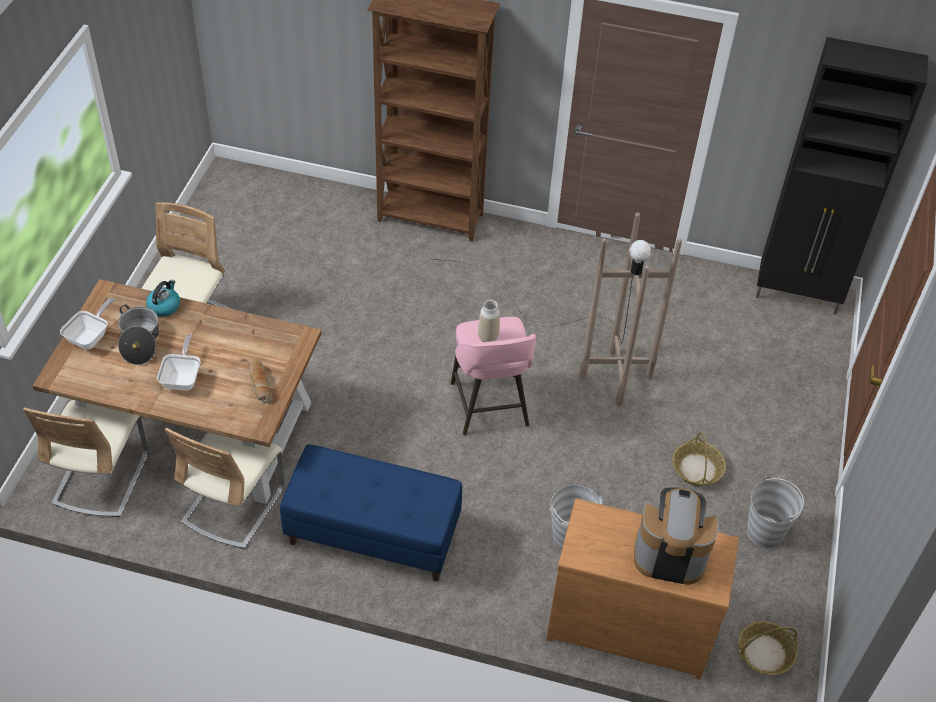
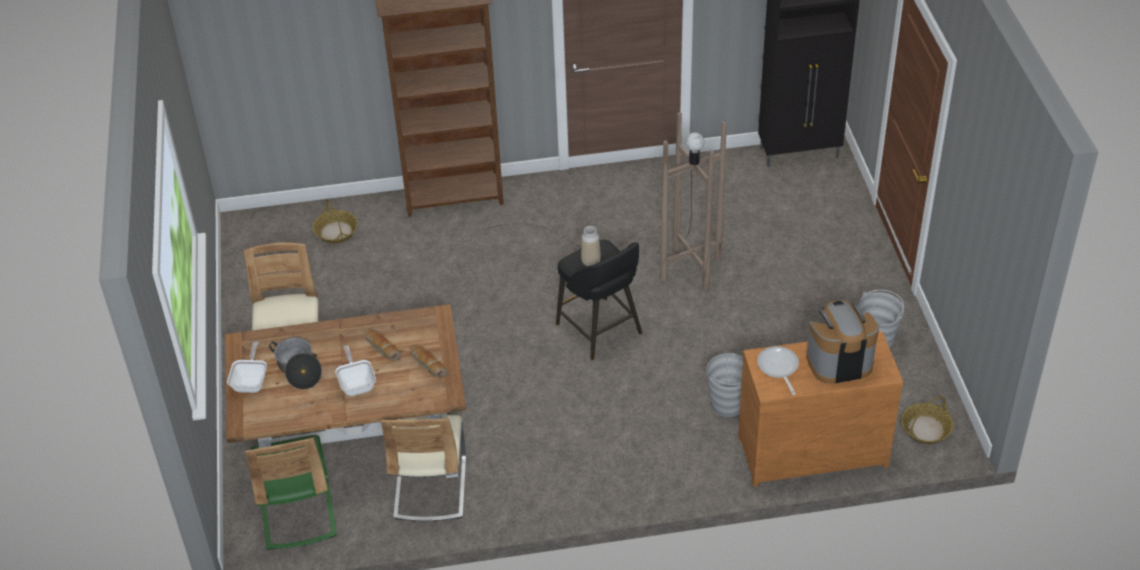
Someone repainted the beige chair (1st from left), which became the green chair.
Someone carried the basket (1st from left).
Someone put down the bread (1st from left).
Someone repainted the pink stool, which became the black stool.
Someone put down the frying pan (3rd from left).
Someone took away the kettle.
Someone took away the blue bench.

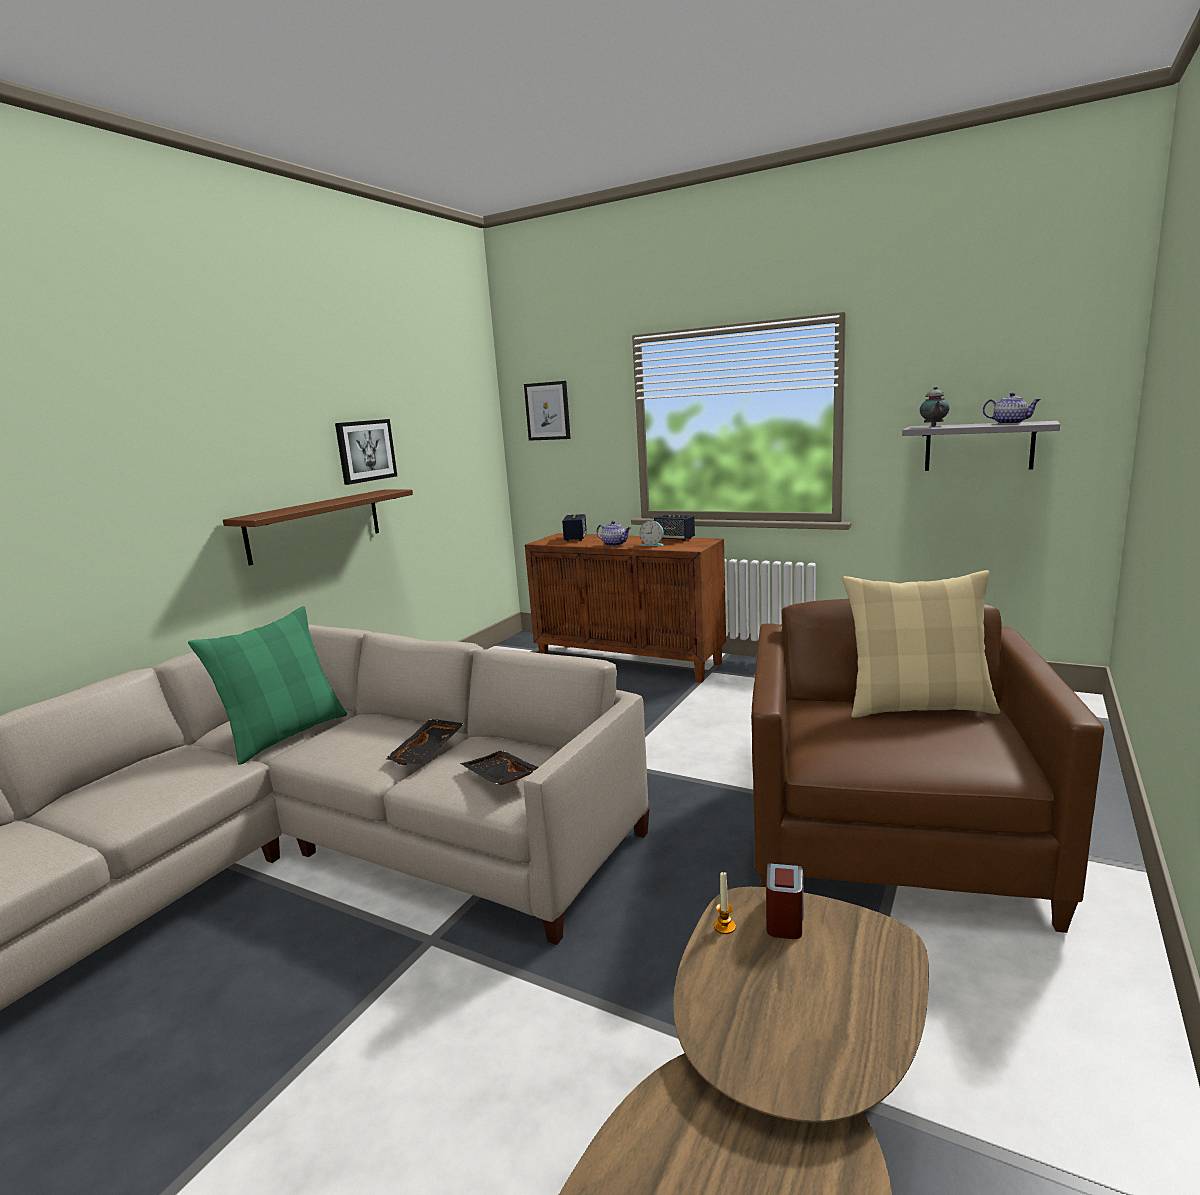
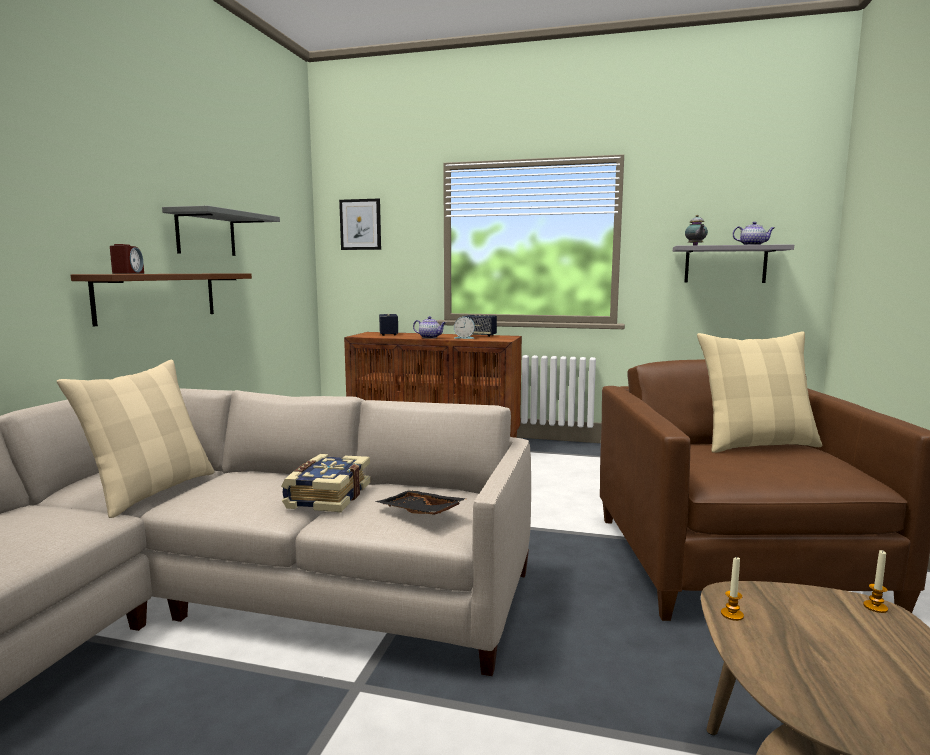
Someone repainted the green pillow, which became the beige pillow (1st from left).
Someone carried the alarm clock (2nd from left in the first image).
Someone swapped the picture (1st from left) for the grey shelf (1st from left).
Someone swapped the black tray (1st from left) for the book.
Someone put down the candle (2nd from left).

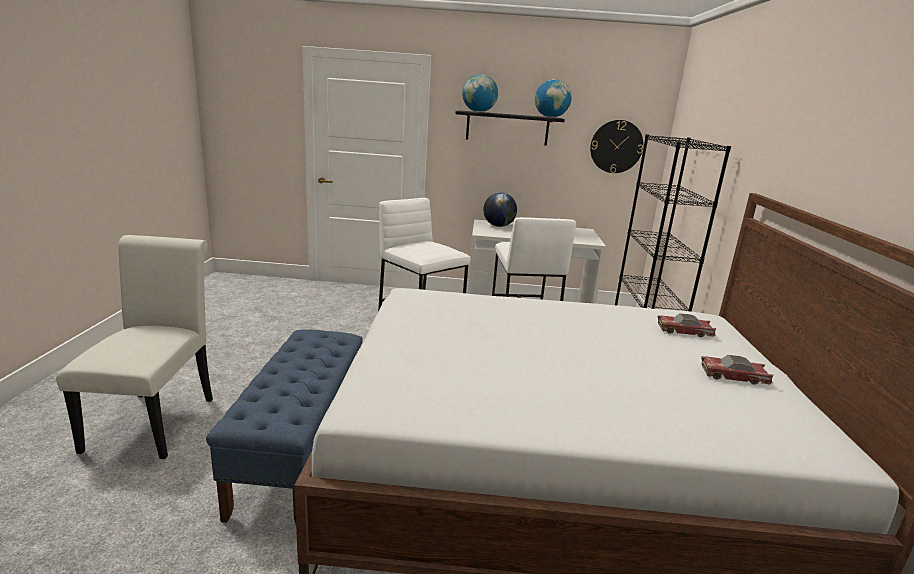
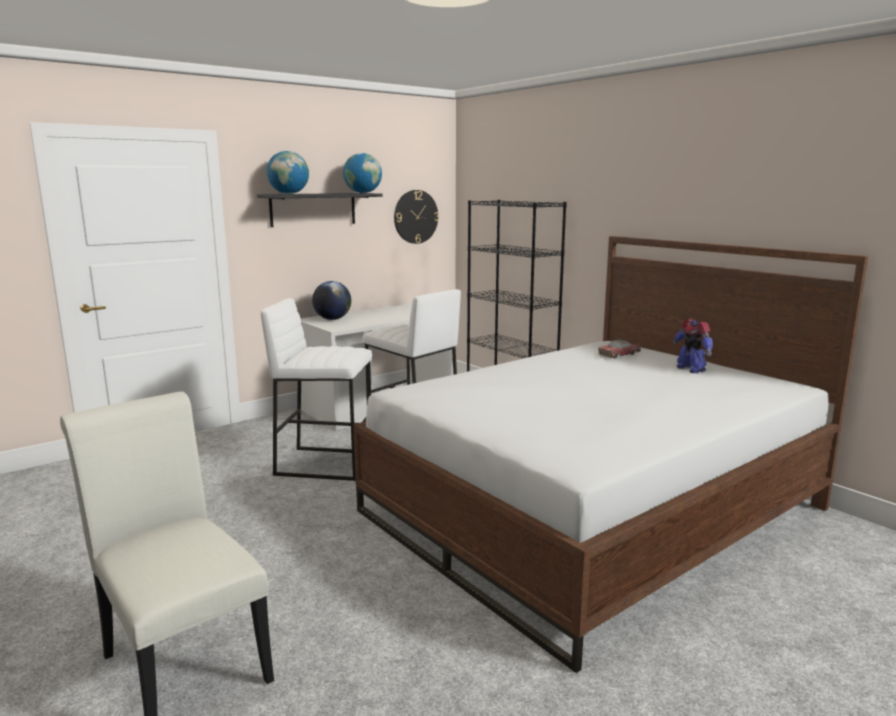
Someone swapped the toy car (2nd from left) for the toy robot.
Someone took away the blue bench.

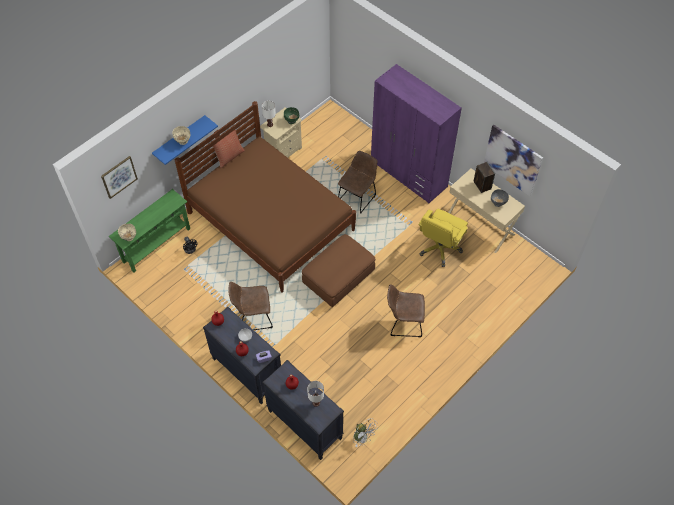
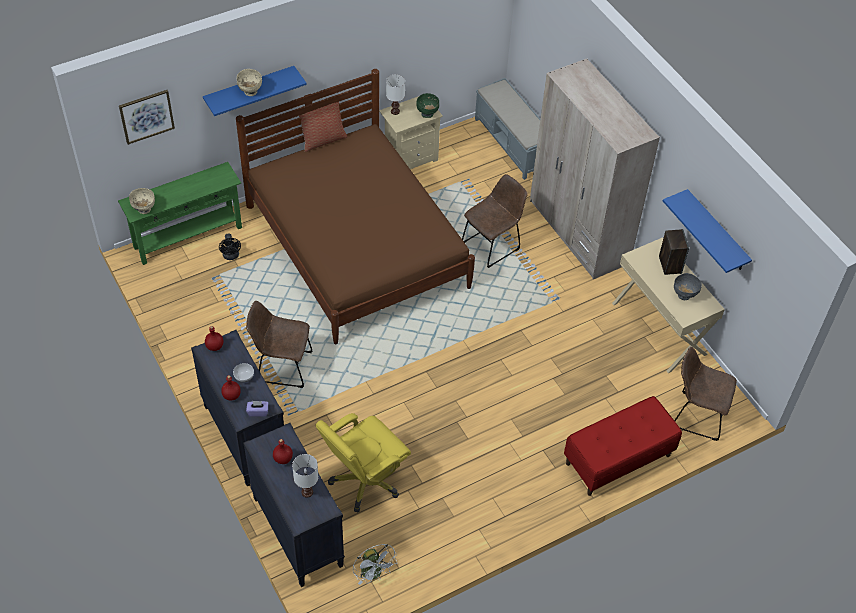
Someone carried the yellow office chair.
Someone put down the grey bench.
Someone repainted the purple wardrobe, which became the beige wardrobe.
Someone put down the red bench.
Someone swapped the picture (2nd from left) for the blue shelf (2nd from left).
Someone carried the brown chair (3rd from left).
Someone took away the brown ottoman.

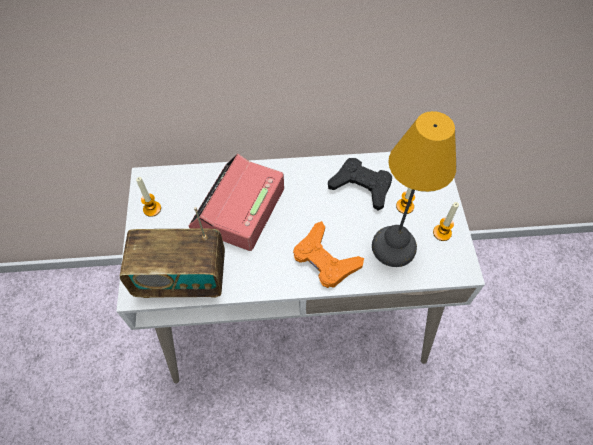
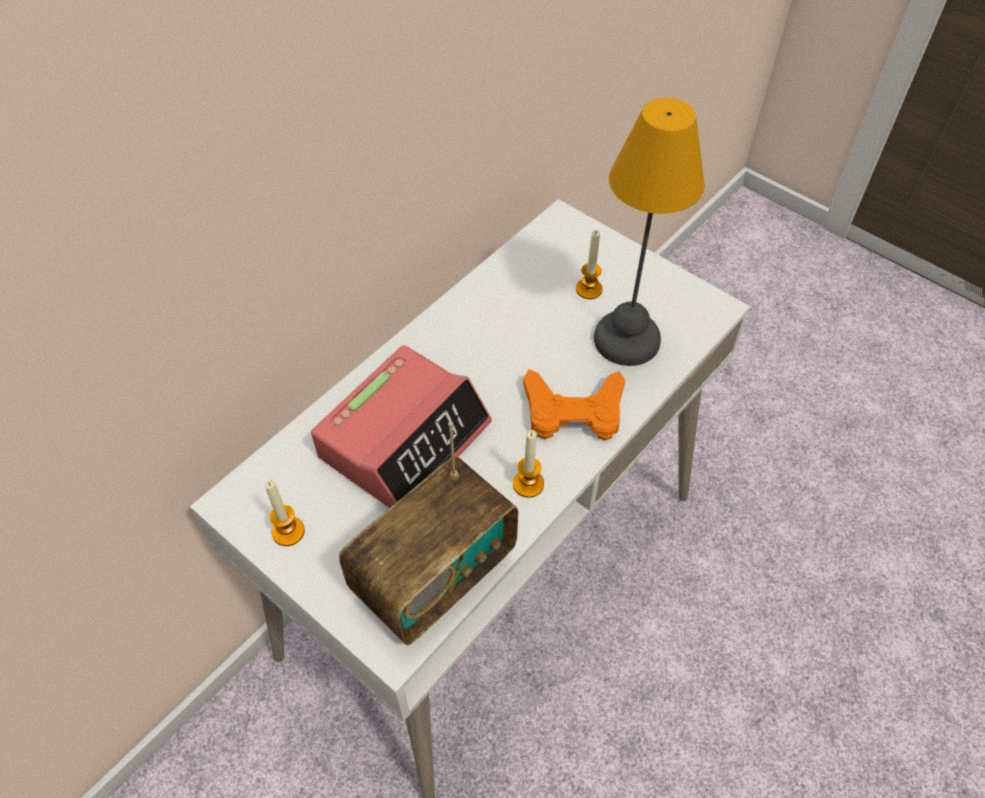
Someone rotated the alarm clock by 120 degrees counterclockwise.
Someone carried the candle (3rd from left in the first image).
Someone took away the black game controller.

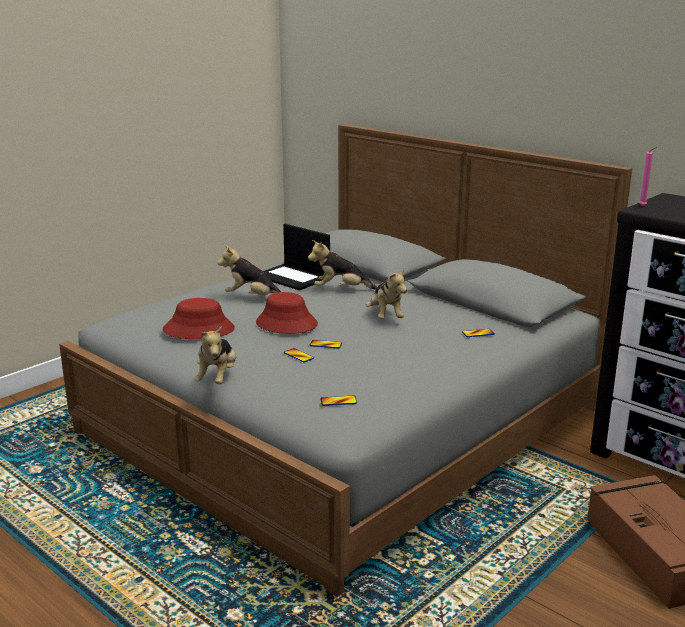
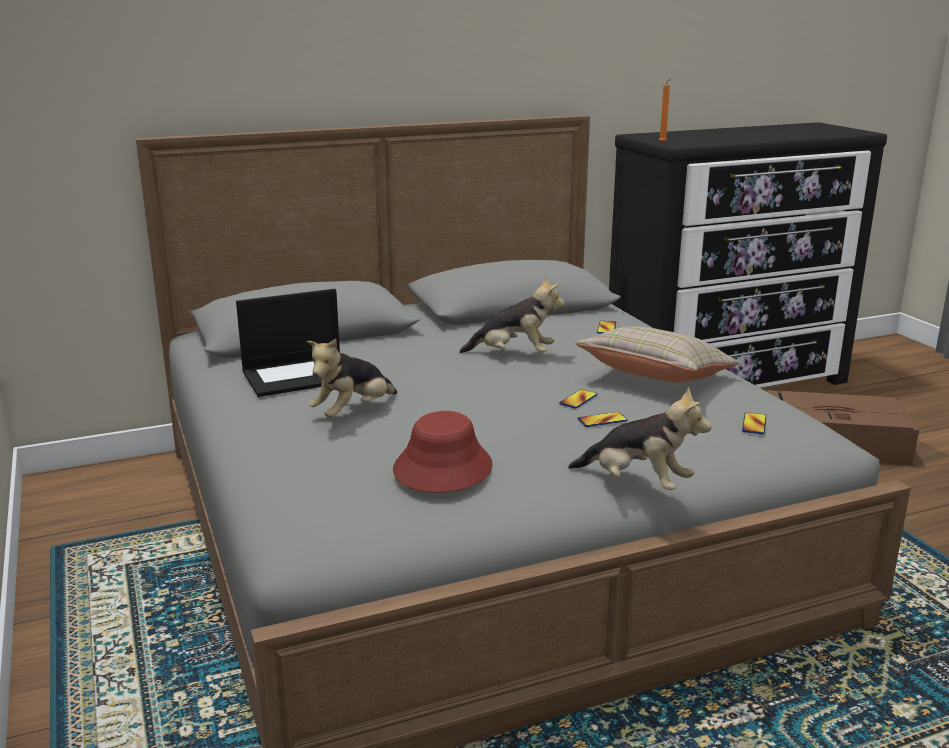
Someone put down the beige pillow.
Someone repainted the pink candle, which became the orange candle.
Someone took away the red hat (2nd from left).
Someone took away the plush toy (3rd from left).

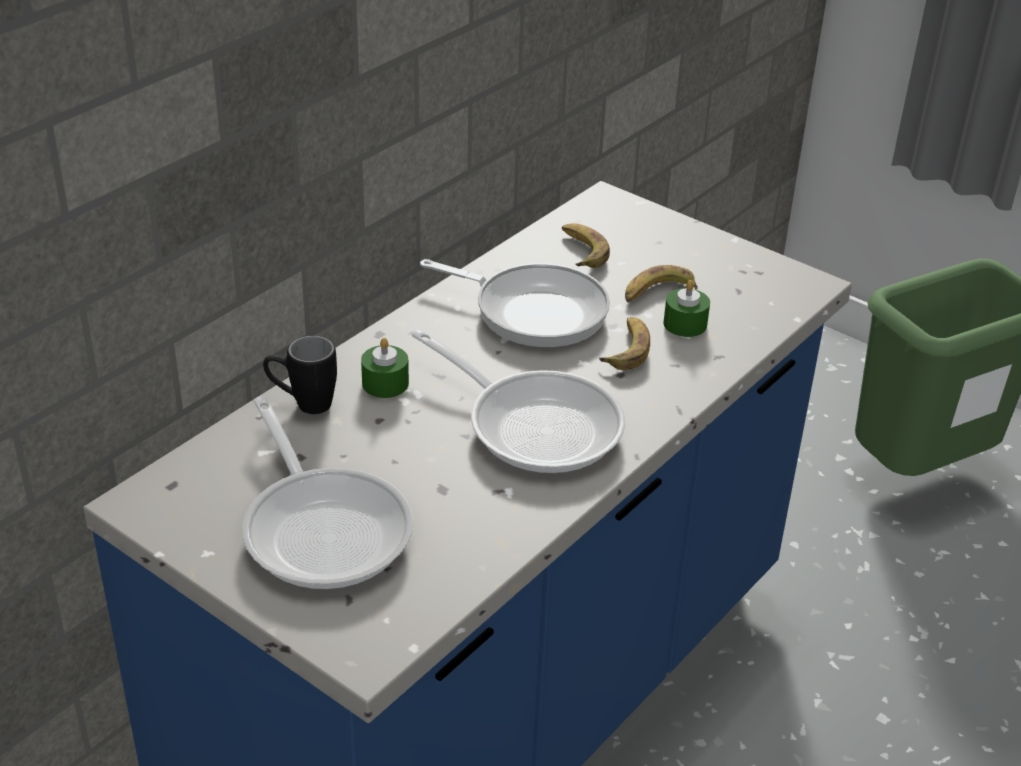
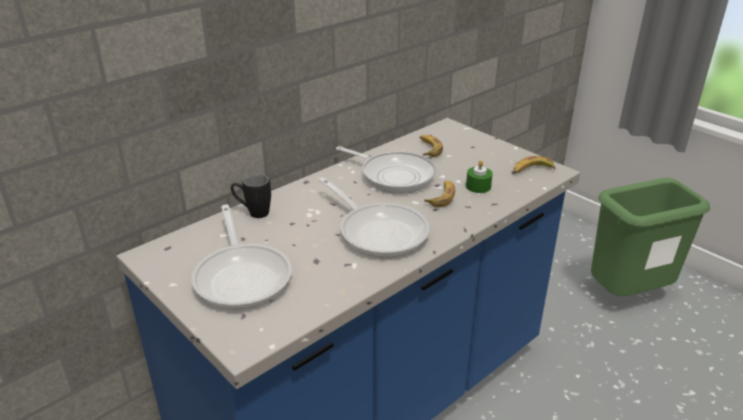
Someone carried the banana (3rd from left).
Someone took away the green candle (1st from left).

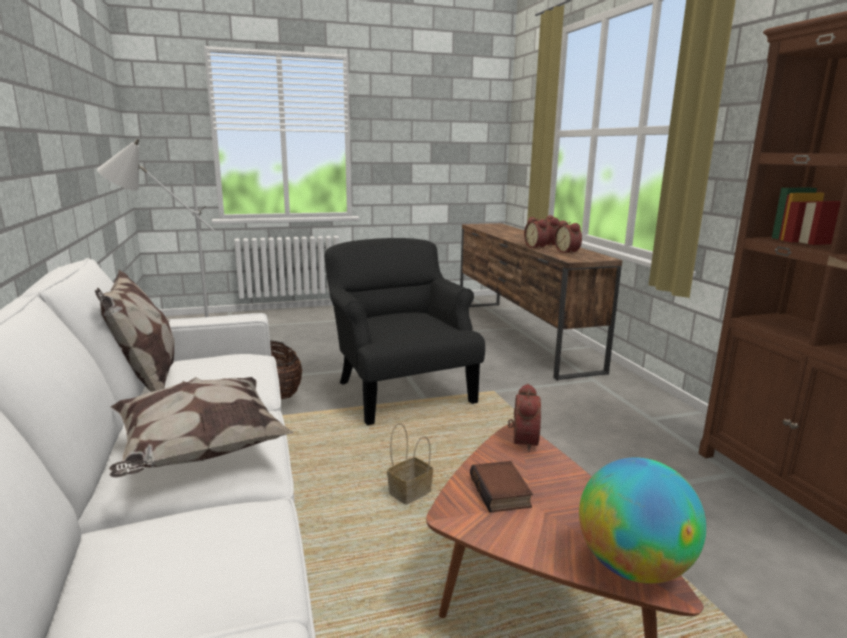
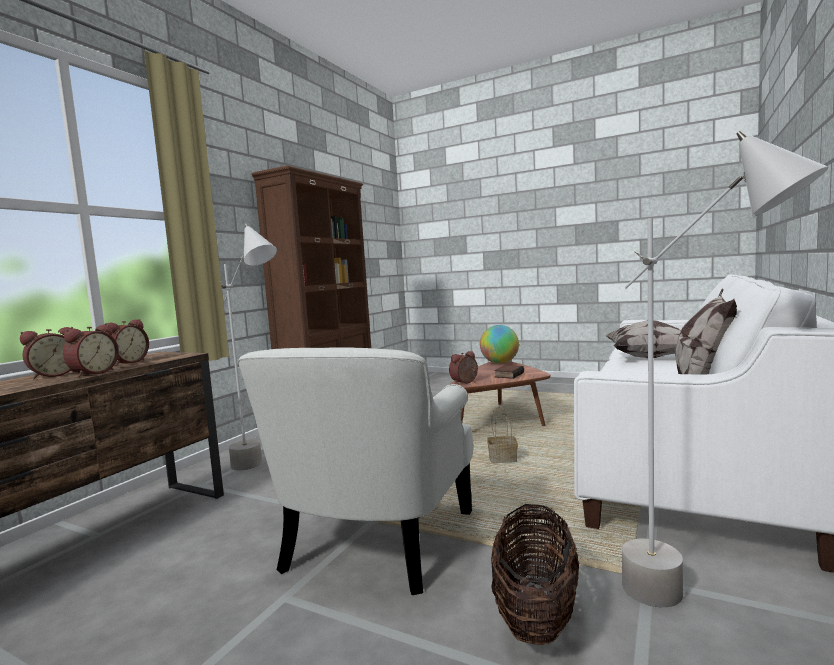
Someone put down the grey floor lamp (1st from left).
Someone repainted the black armchair, which became the white armchair.

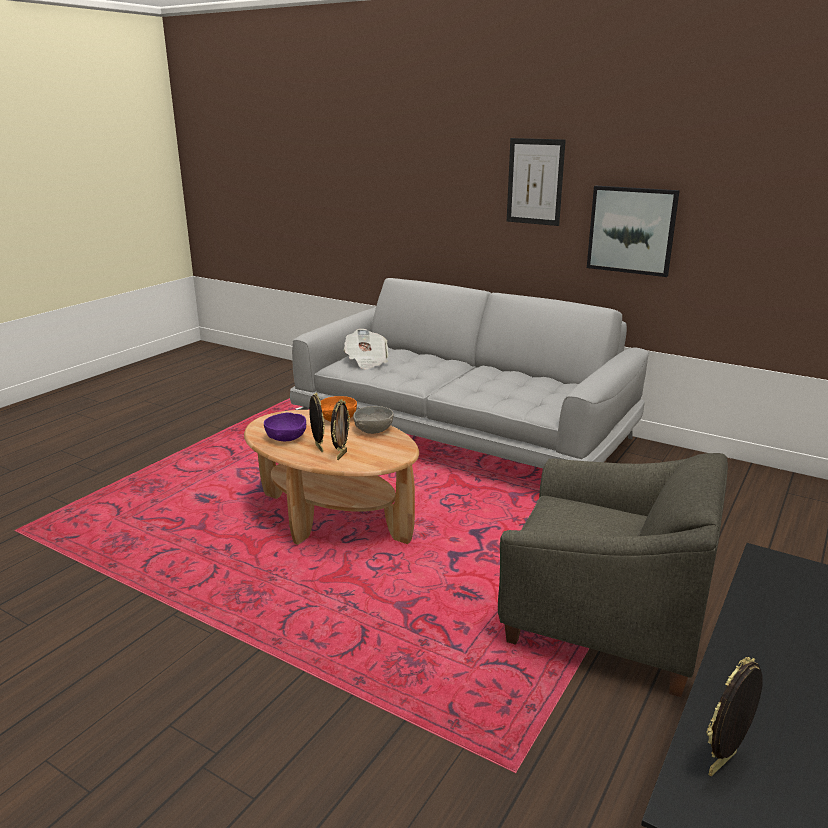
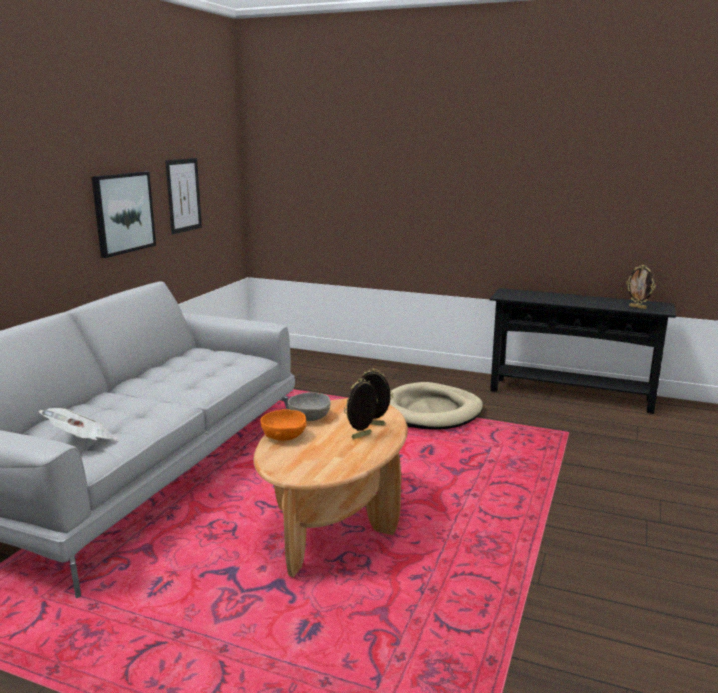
Someone carried the picture (1st from left in the first image).
Someone swapped the grey armchair for the beige dog bed.
Someone took away the purple bowl.

